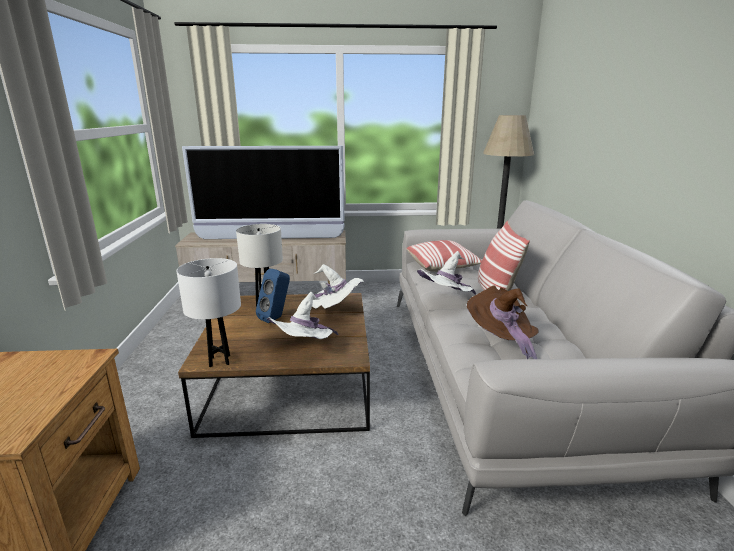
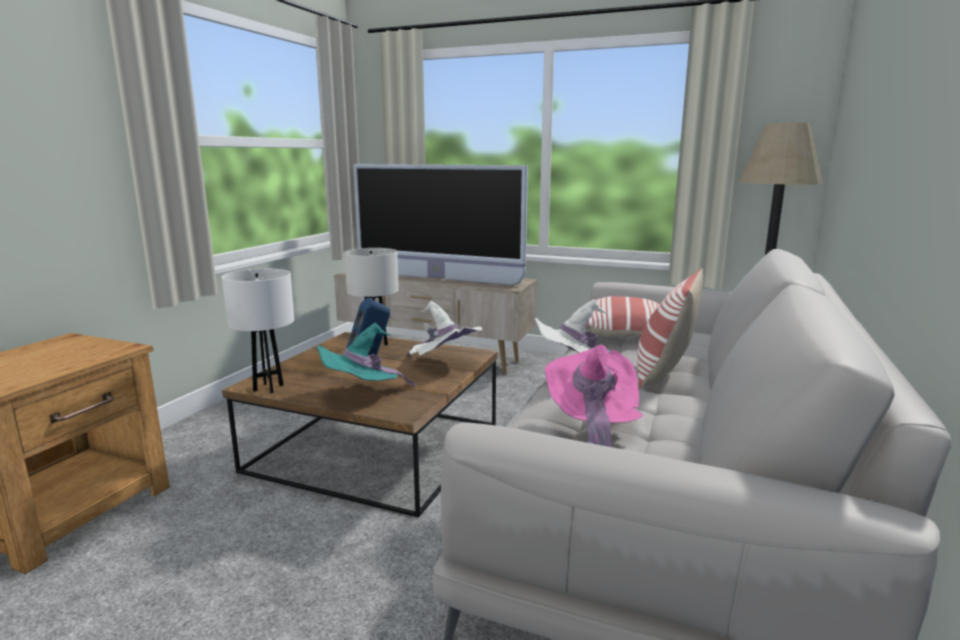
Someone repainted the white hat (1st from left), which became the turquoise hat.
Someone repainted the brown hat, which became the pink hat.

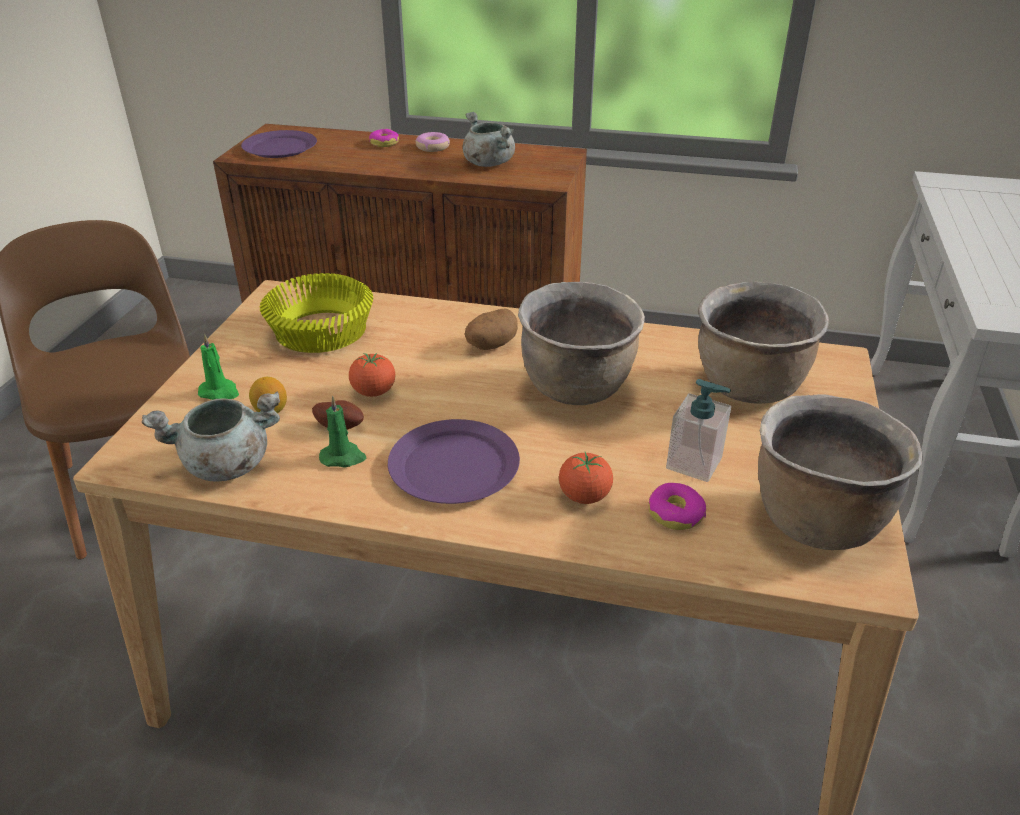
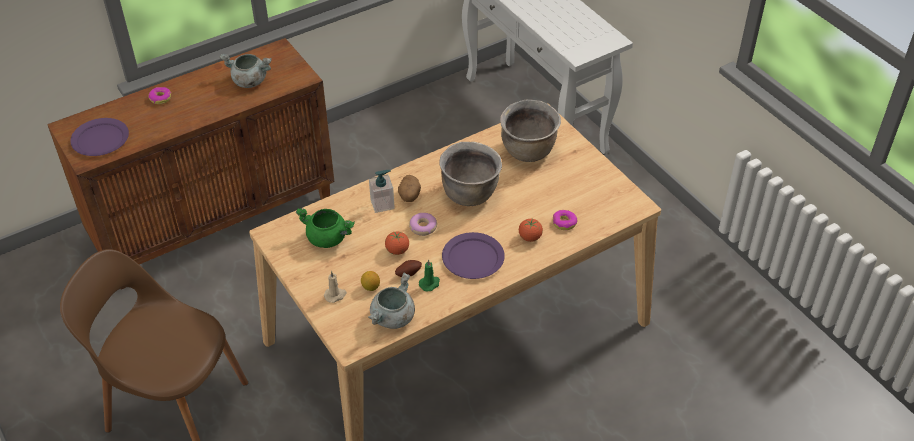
Someone swapped the yellow bowl for the green cooking pot.
Someone repainted the green candle (1st from left), which became the beige candle.
Someone carried the soap dispenser.
Someone carried the donut (2nd from left).
Someone took away the brown cooking pot (3rd from left).

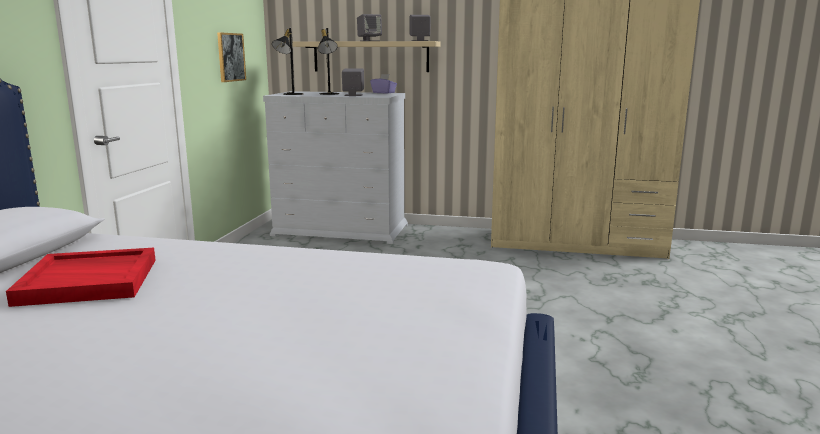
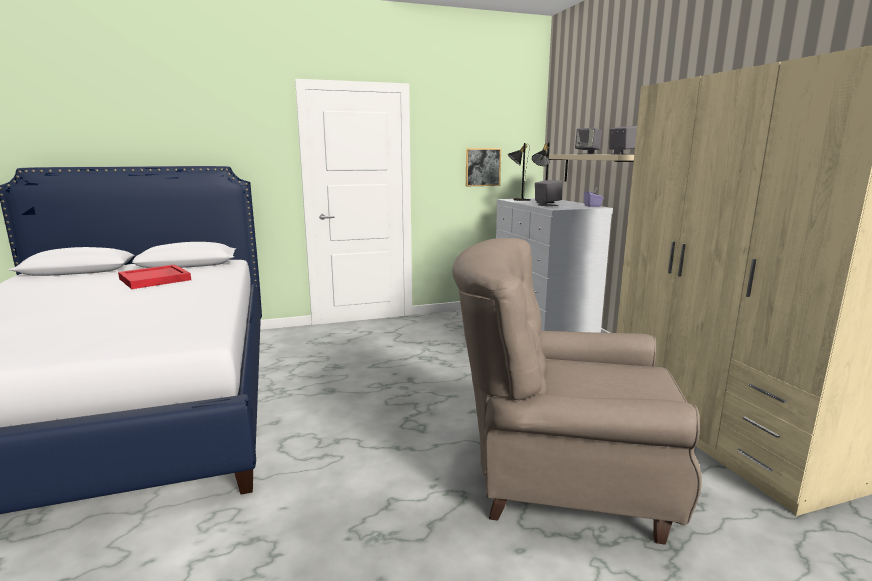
Someone put down the beige armchair.

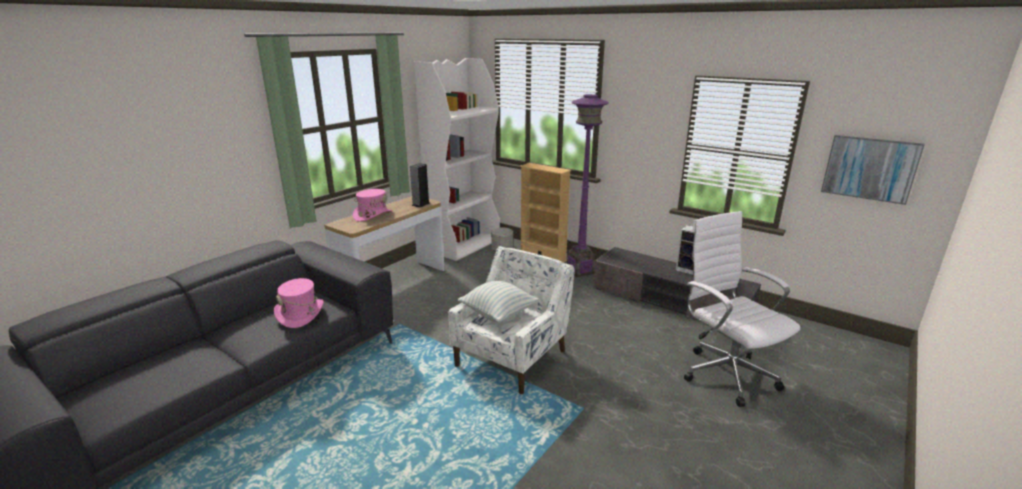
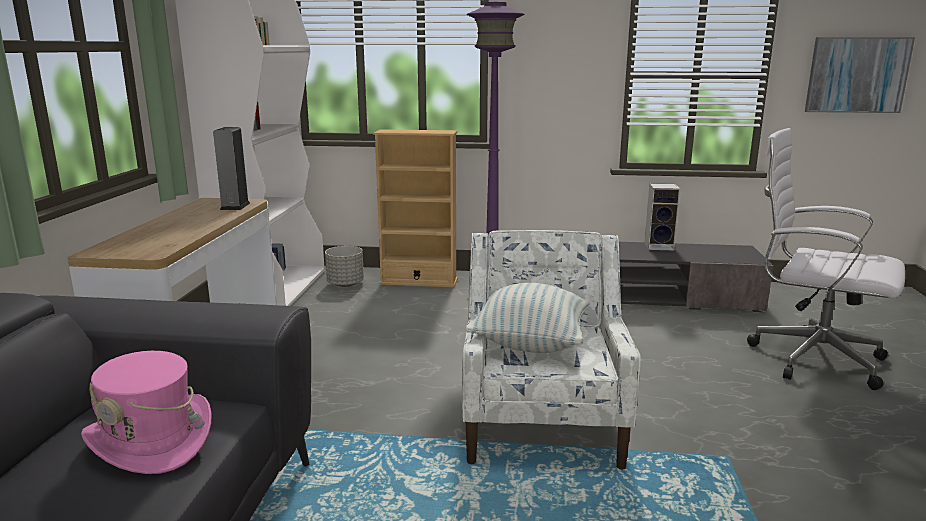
Someone took away the pink hat (2nd from left).

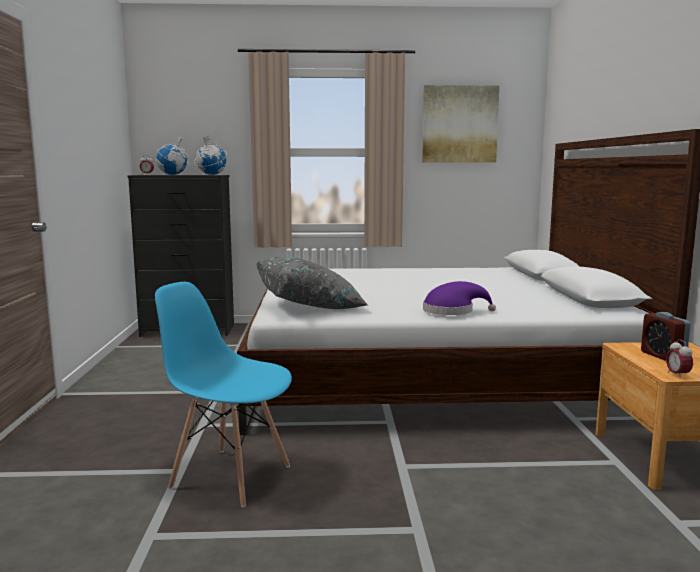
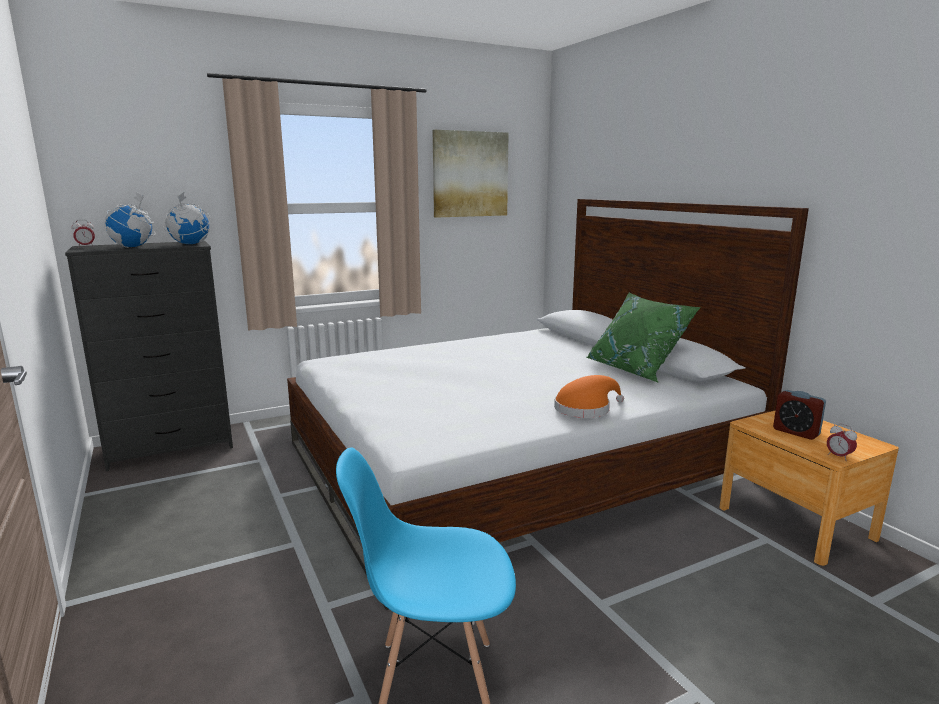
Someone repainted the purple hat, which became the orange hat.
Someone put down the green pillow.
Someone took away the grey pillow.

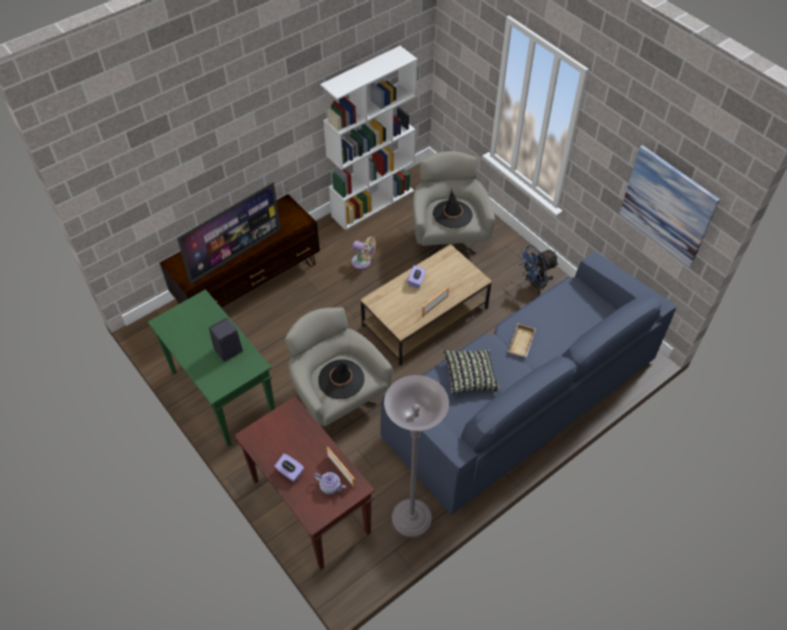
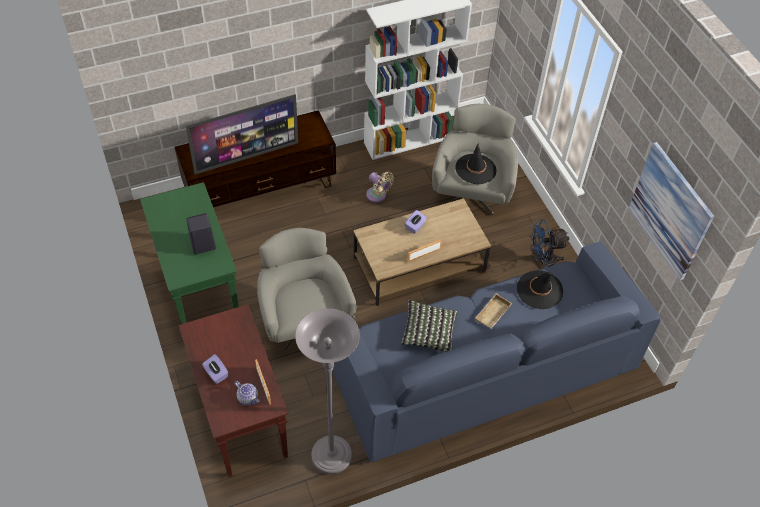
Someone carried the black hat (1st from left in the first image).

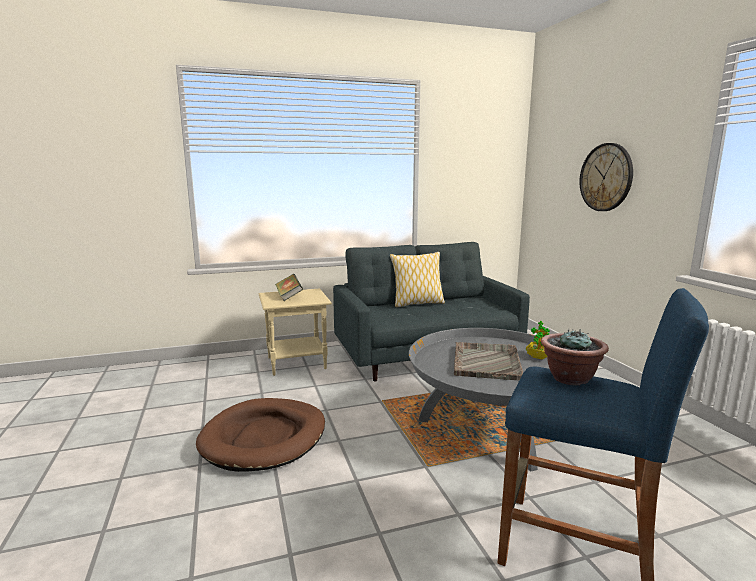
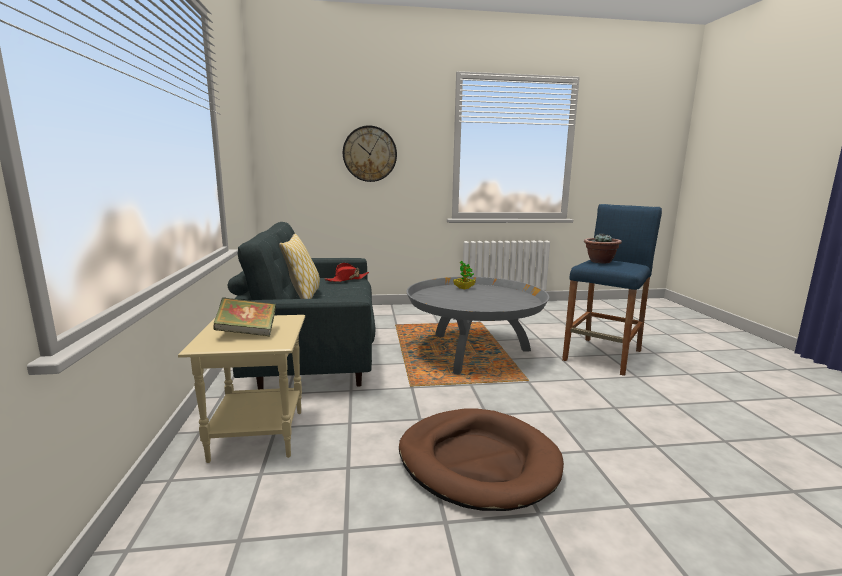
Someone put down the red hat.
Someone took away the grey tray.

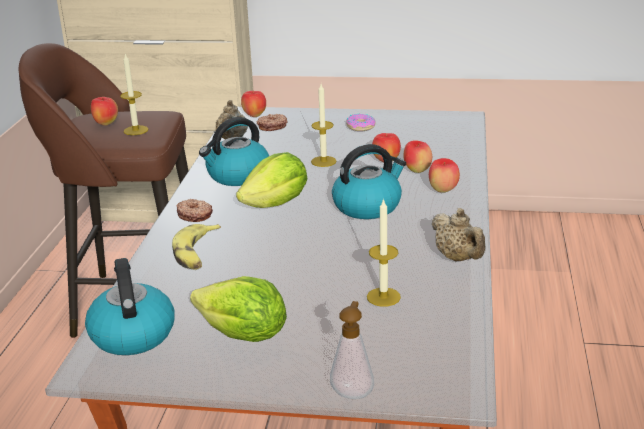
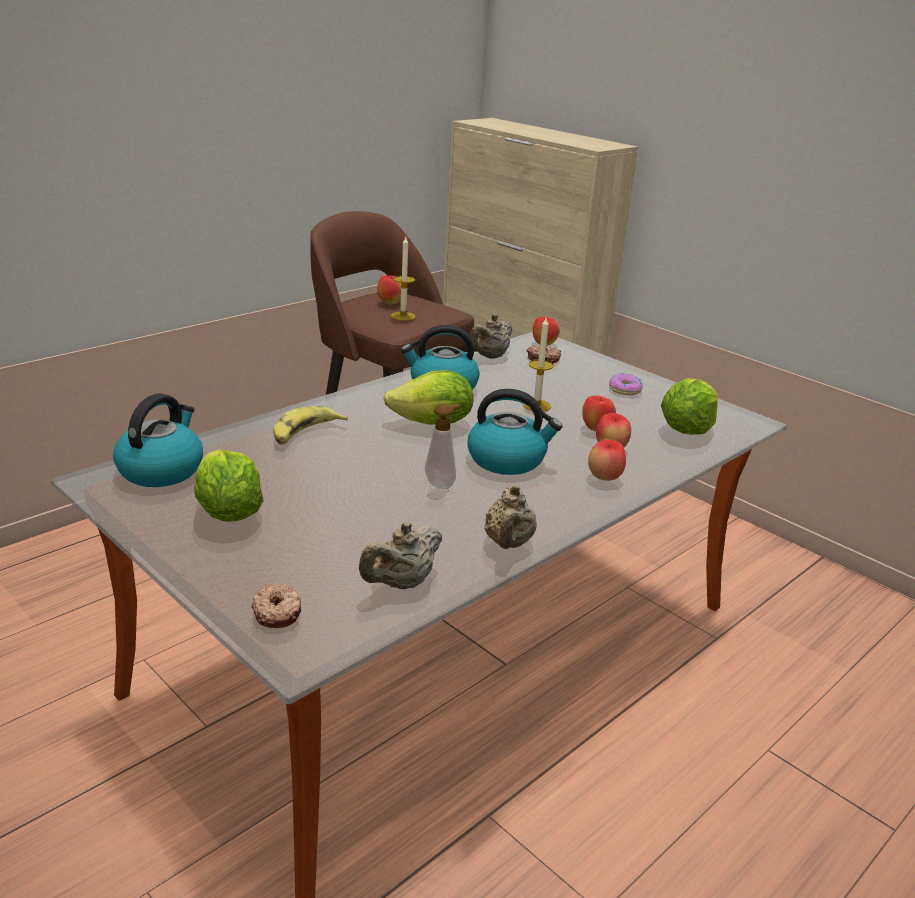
Someone carried the donut (1st from left).
Someone put down the beige teapot (1st from left).
Someone carried the soap dispenser.
Someone put down the lettuce (3rd from left).
Someone took away the candle (3rd from left).

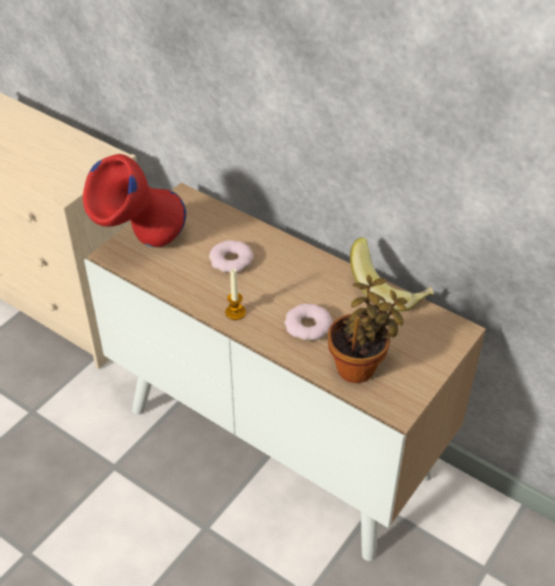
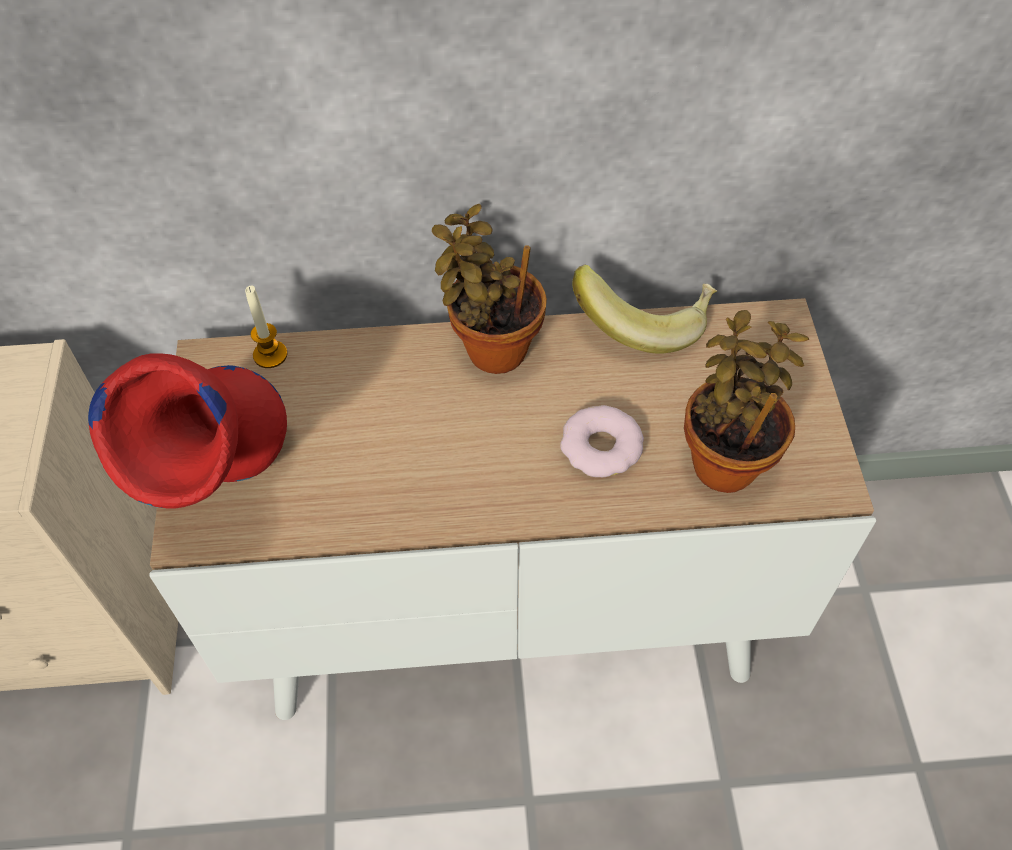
Someone carried the candle.
Someone put down the potted plant (1st from left).
Someone took away the donut (1st from left).

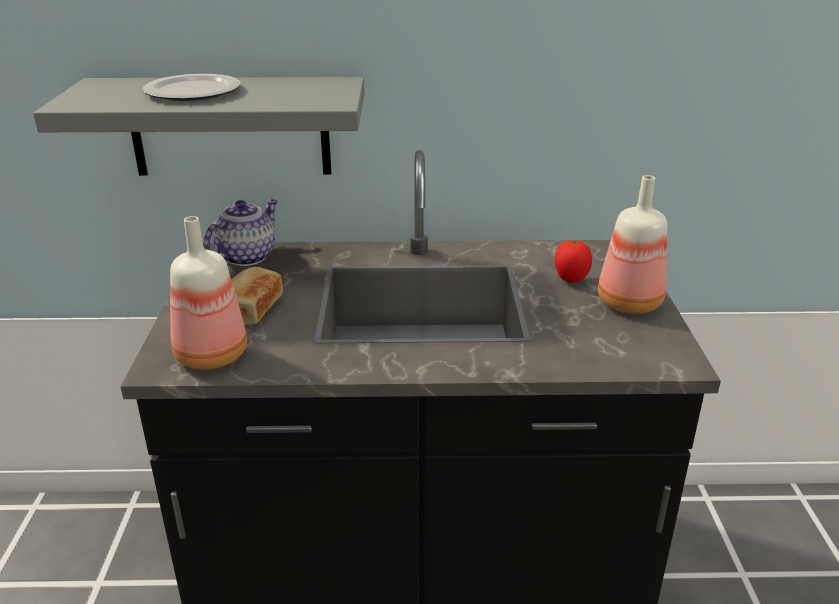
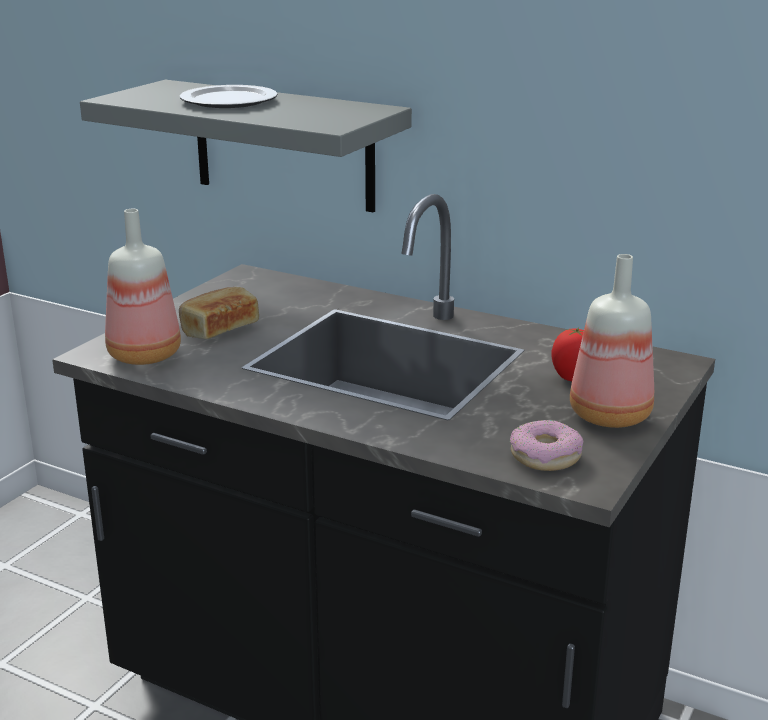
Someone put down the donut.
Someone took away the teapot.

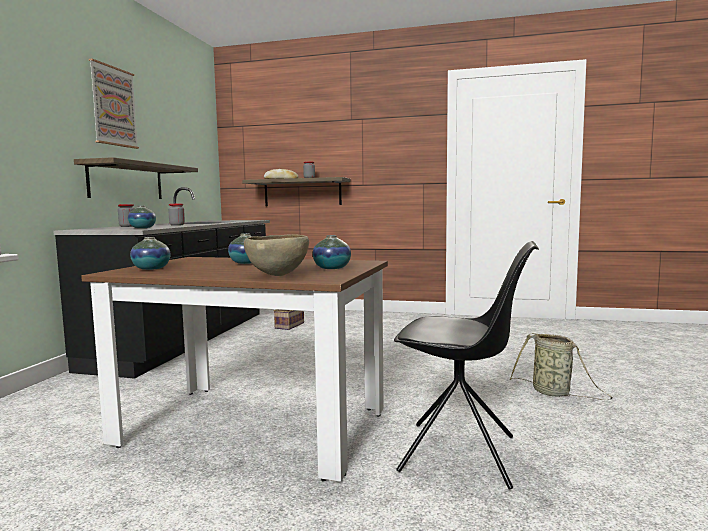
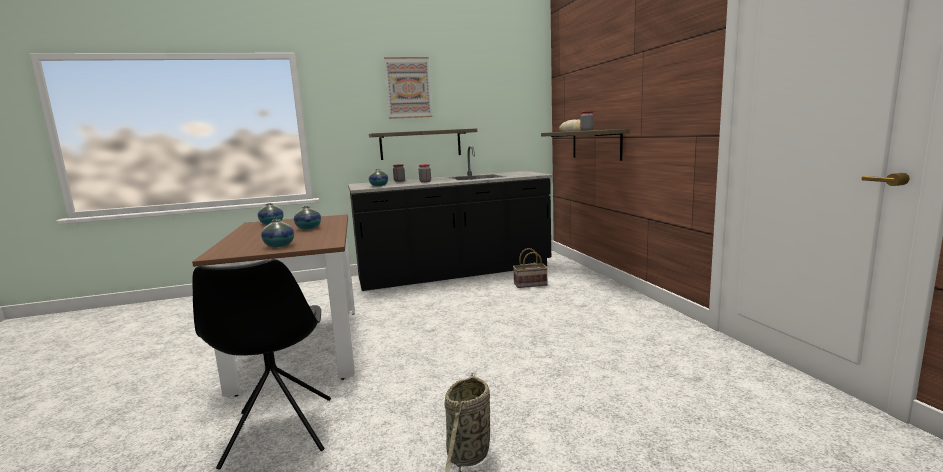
Someone took away the brown bowl.

